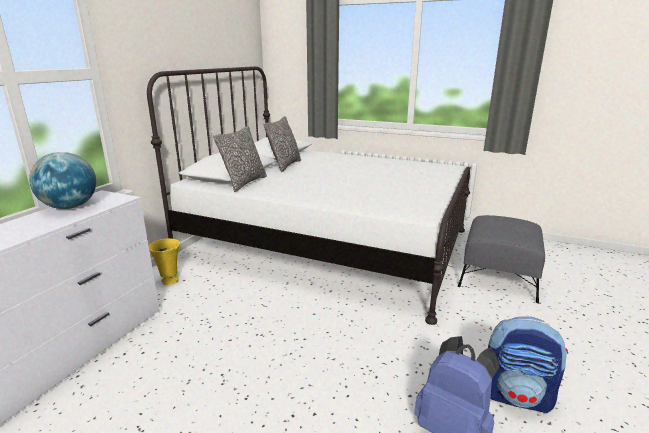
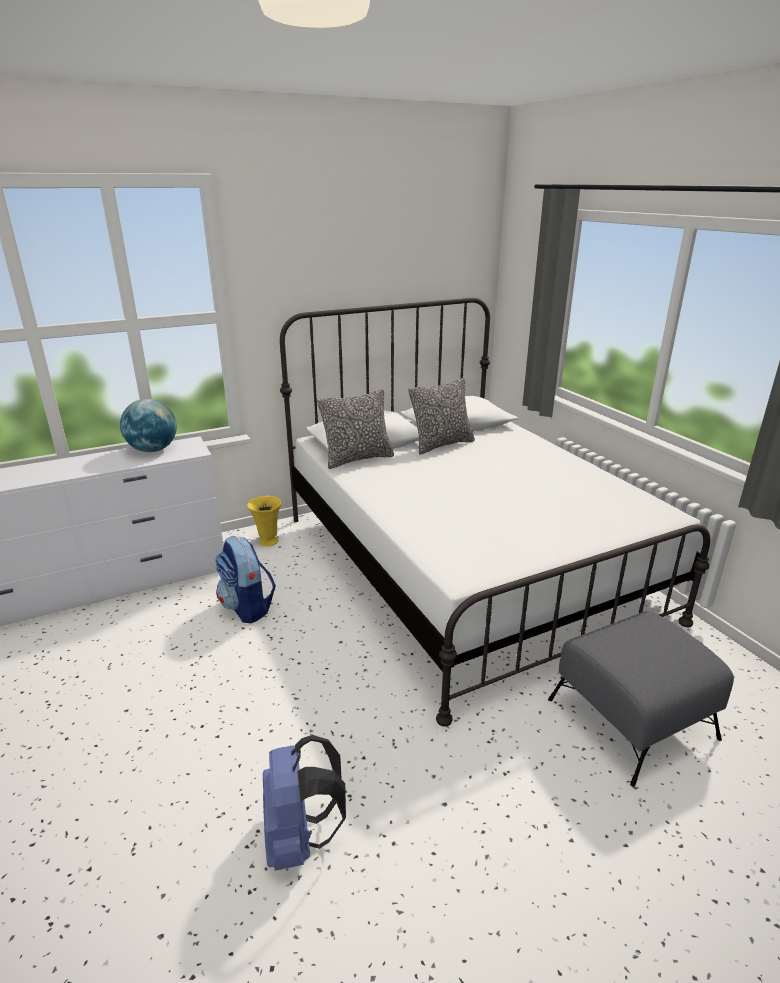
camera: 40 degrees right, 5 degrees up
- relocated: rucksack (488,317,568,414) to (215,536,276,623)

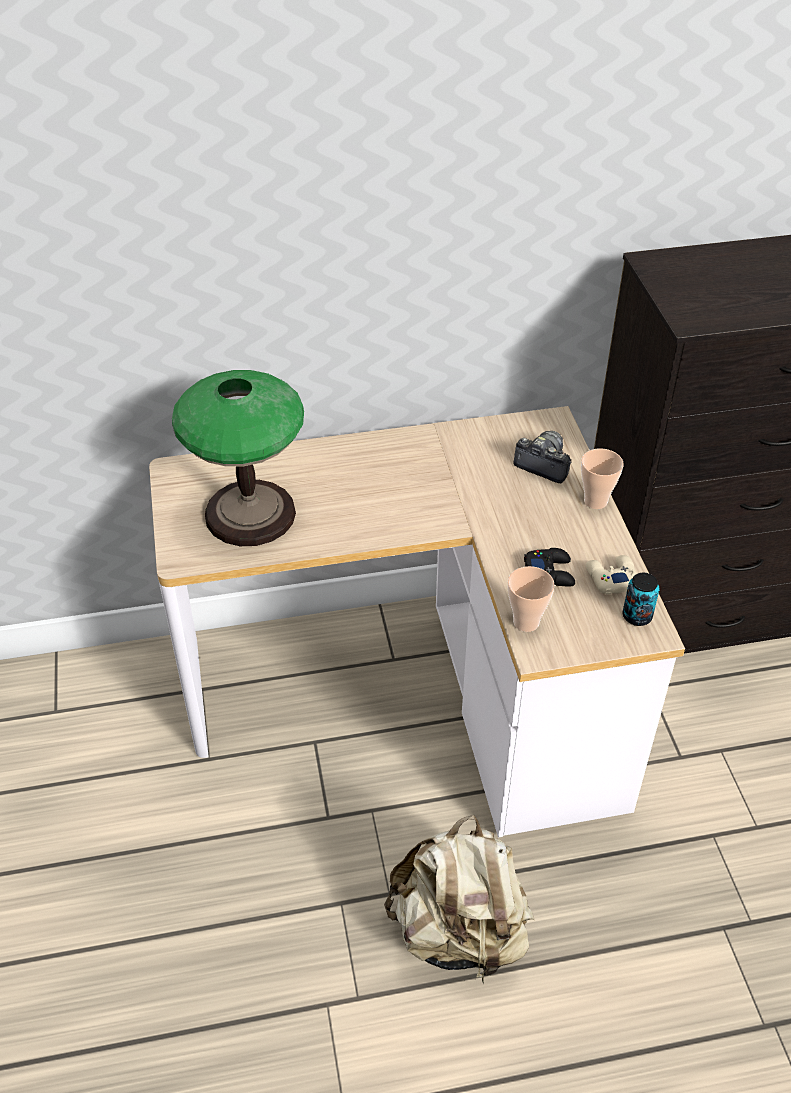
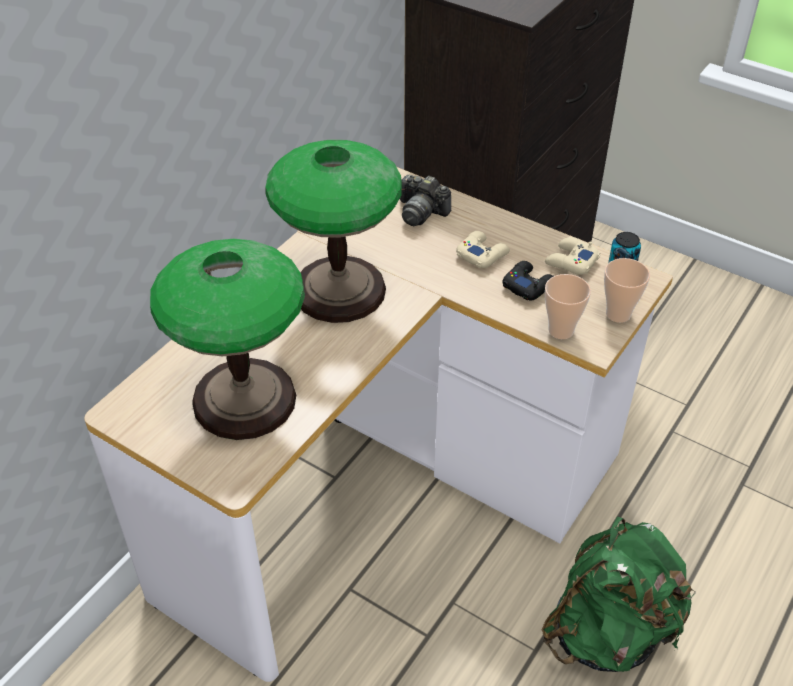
camera: 45 degrees left, 0 degrees up
- appeared: table lamp (265,140,402,323)
- spun: photo camera (513,431,572,483) = (400,175,451,226) 135 degrees counterclockwise
- appeared: beige-coloured gamepad (456,231,510,268)
- colour: beige-coloured rucksack (384,815,534,984) to green-coloured rucksack (542,516,696,672)
- relocated: cup (581,448,624,509) to (604,258,650,323)

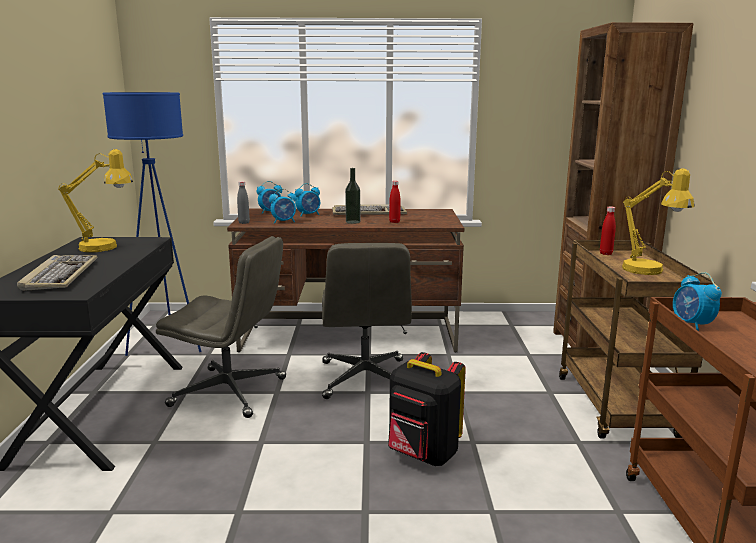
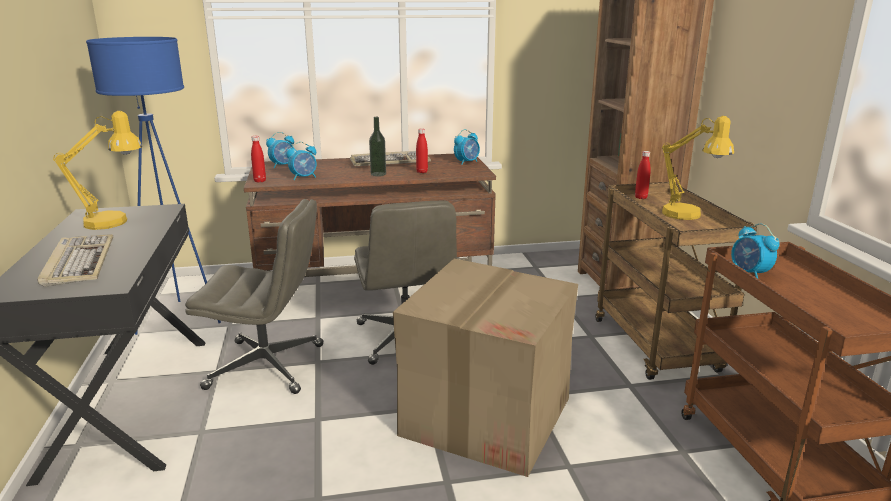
camera: 10 degrees left, 5 degrees up
- colour: grey drink bottle (237,181,250,224) to red-coloured drink bottle (251,136,266,183)
- exchanged: black rucksack (388,352,466,466) to packing box (393,259,578,477)
- relocated: table clock (295,183,320,216) to (454,129,480,165)

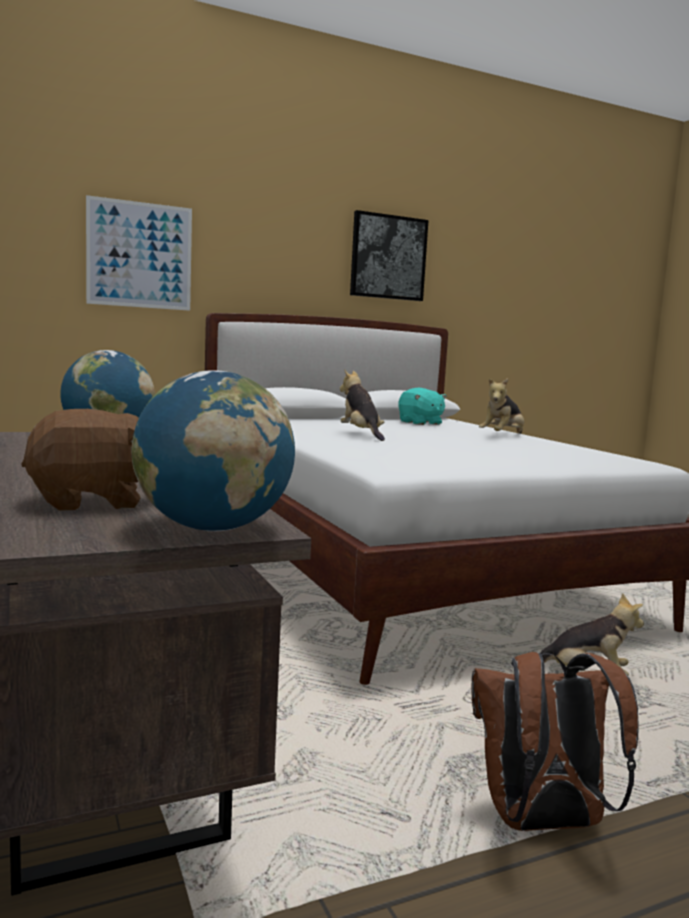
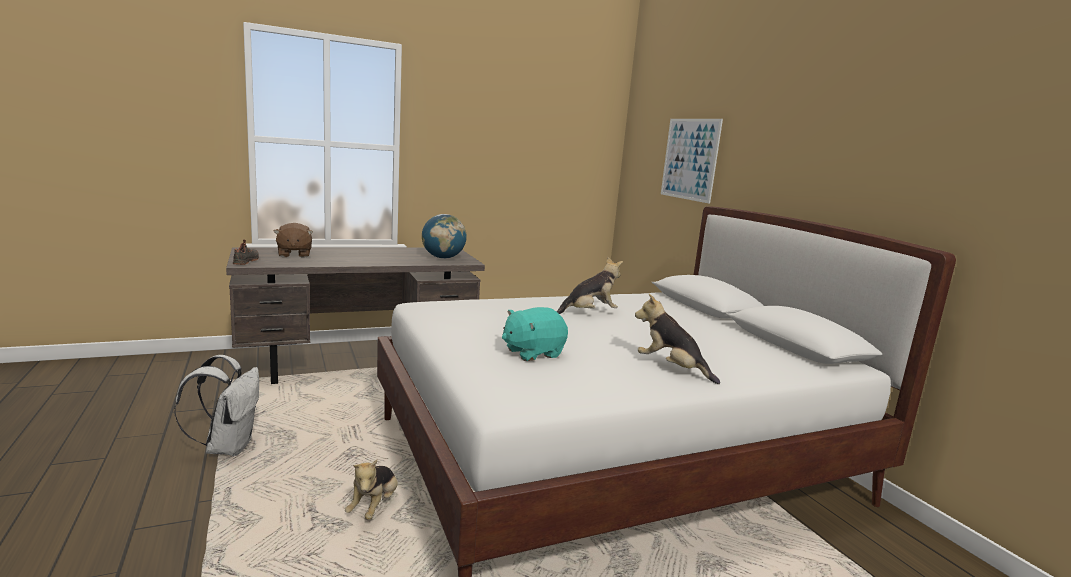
camera: 90 degrees right, 5 degrees up
- colour: brownish rucksack (472,652,639,831) to white-coloured rucksack (174,355,259,456)
- exchanged: desk globe (131,370,295,531) to black low shoe (233,239,259,265)
- relocated: turquoise-coloured cuddly toy (398,388,447,425) to (502,307,568,361)
- missing: wall picture (350,210,429,301)

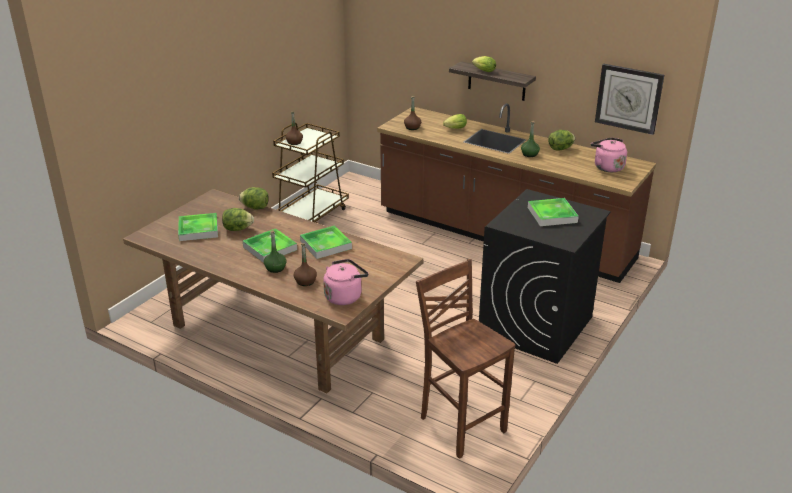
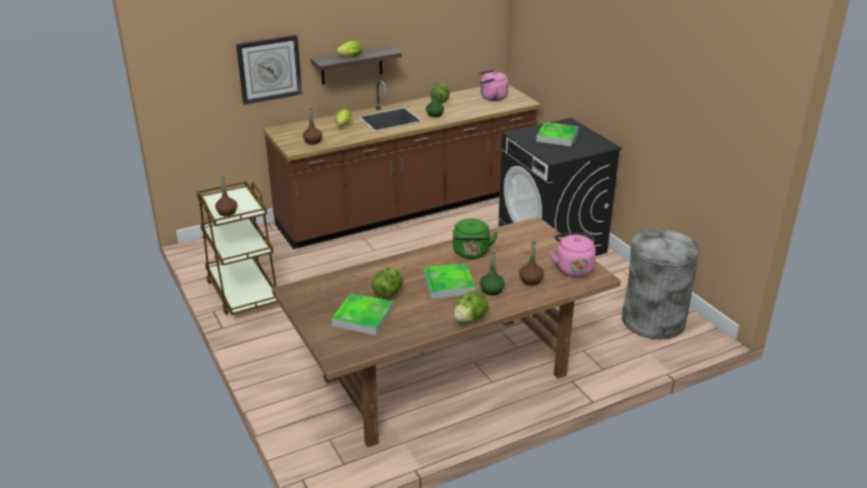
camera: 60 degrees left, 0 degrees up
- relocated: hanging clock (595,64,664,135) to (236,35,302,105)
- exchanged: serving tray (300,226,352,259) to green-coloured kettle (453,218,498,259)
- relocated: lettuce (239,187,269,209) to (454,291,489,322)
- exchanged: brownish sitting stool (416,259,515,459) to grey rubbish bin (622,229,700,339)

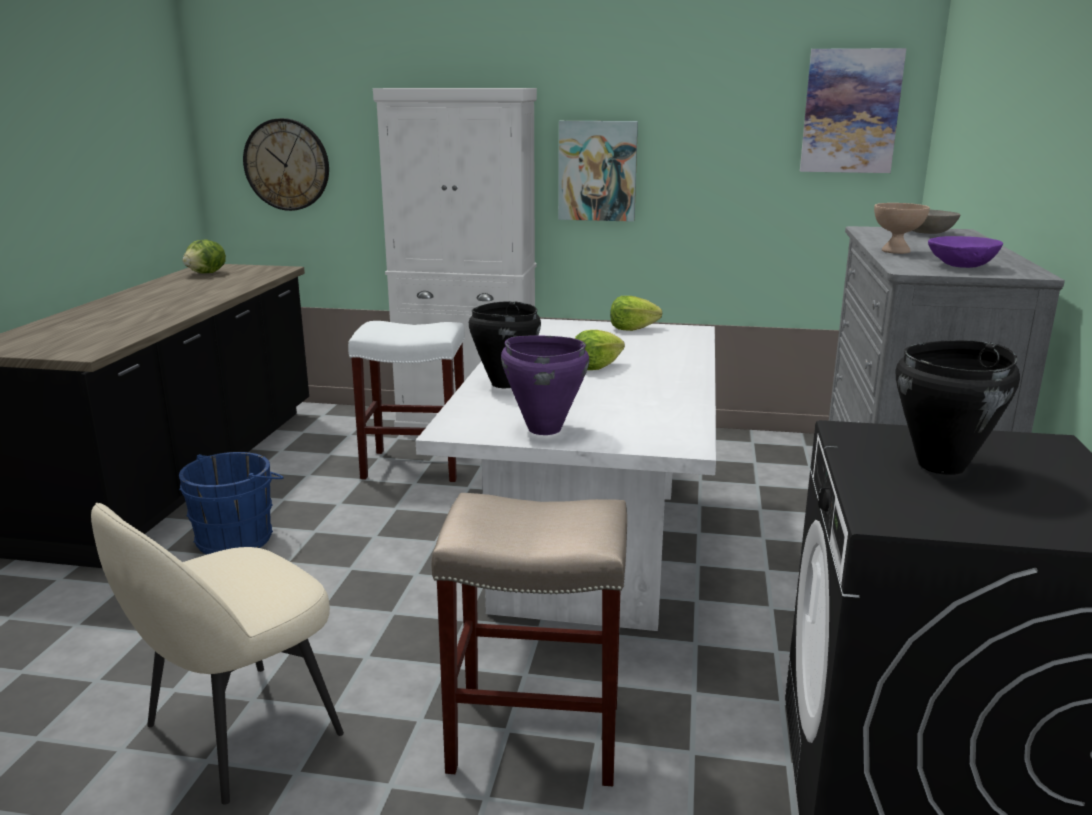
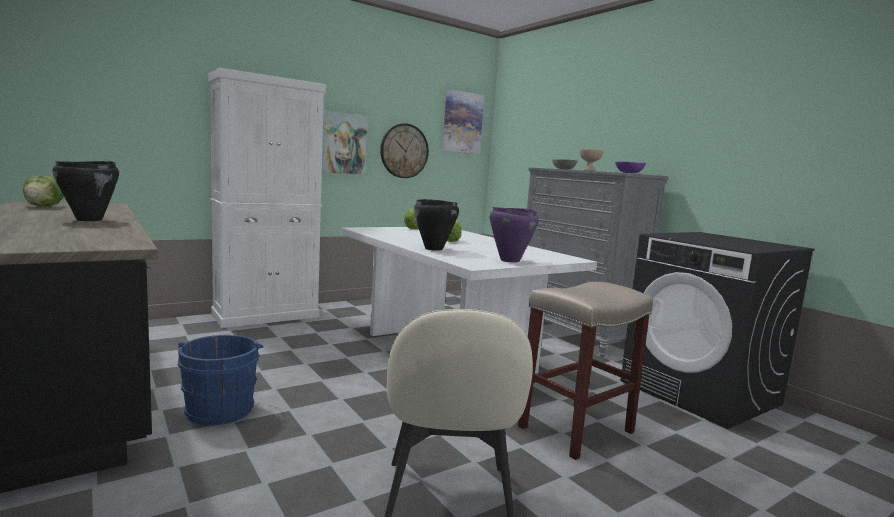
camera: 45 degrees left, 10 degrees down
- relocated: black stockpot (896,340,1020,475) to (52,161,119,221)
- relocated: hanging clock (243,118,329,211) to (380,123,429,178)
- missing: white-coloured sitting stool (348,321,465,482)

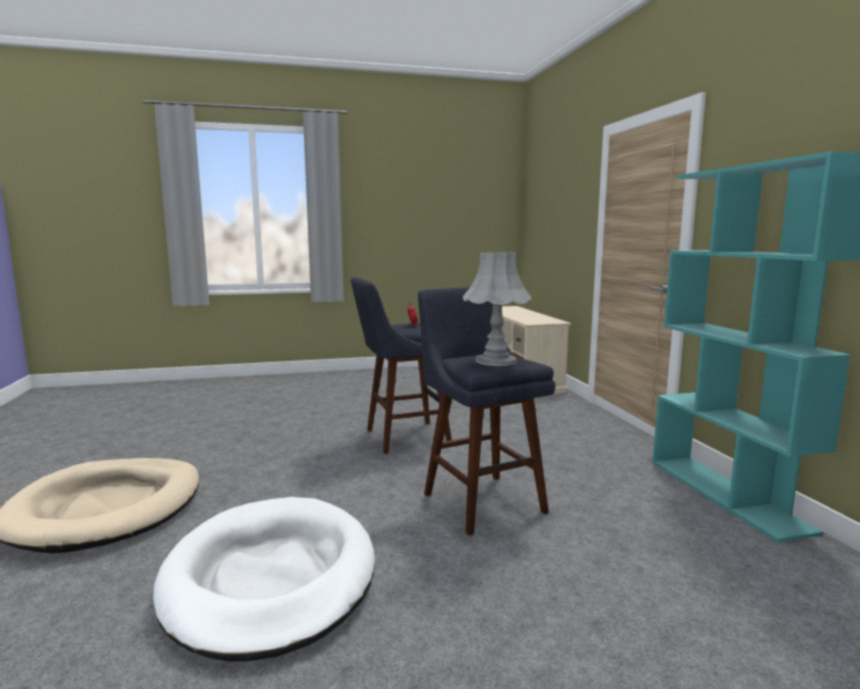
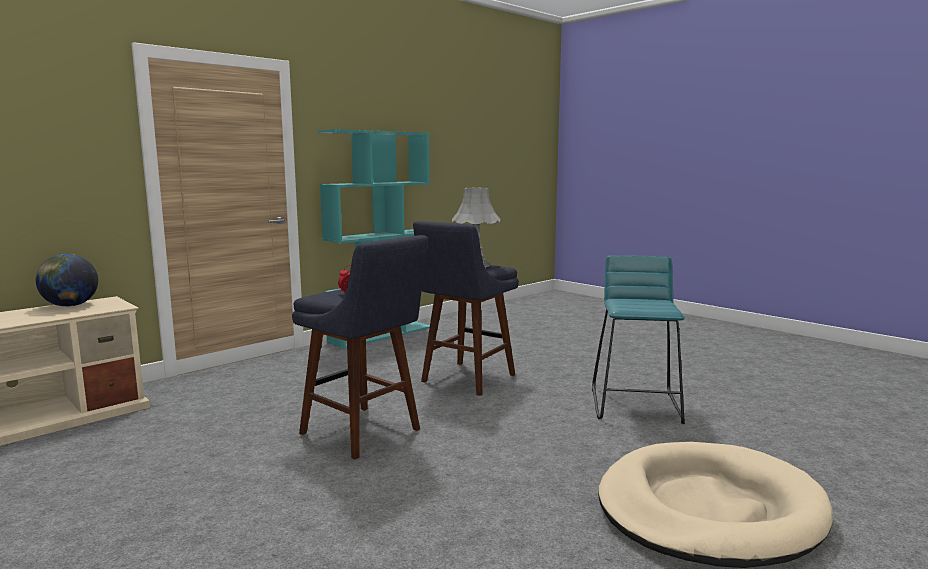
camera: 120 degrees left, 0 degrees up
- appeared: desk globe (36,254,98,307)
- exchanged: white-coloured pet bed (153,497,375,662) to turquoise-coloured sitting stool (592,255,685,424)

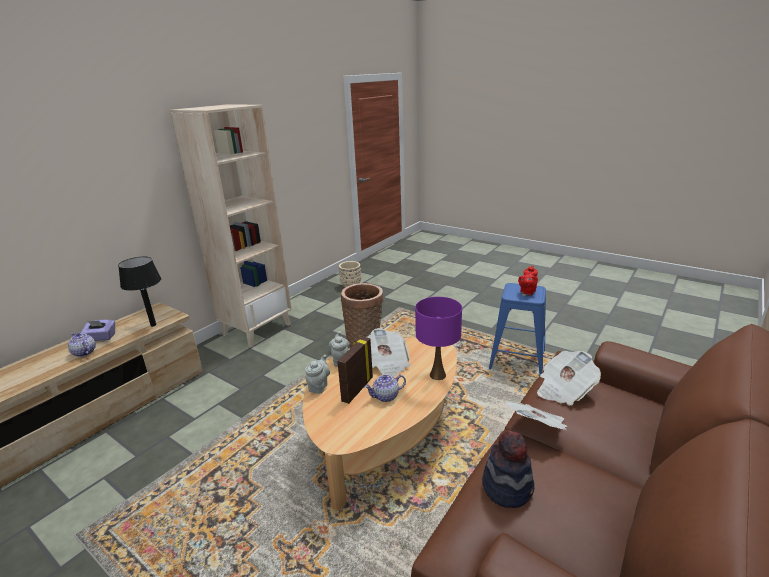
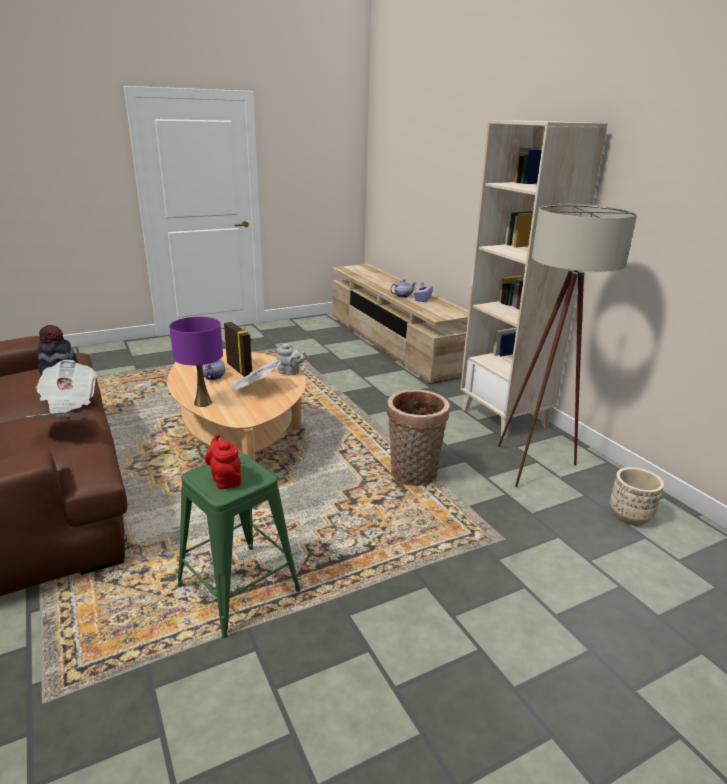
camera: 115 degrees right, 0 degrees up
- colour: blue-coloured sitting stool (489,283,546,375) to green-coloured sitting stool (178,452,300,638)
- appeared: beige-coloured floor lamp (498,204,637,487)
- missing: black table lamp (118,257,161,327)
- missing: grey teapot (305,355,330,394)

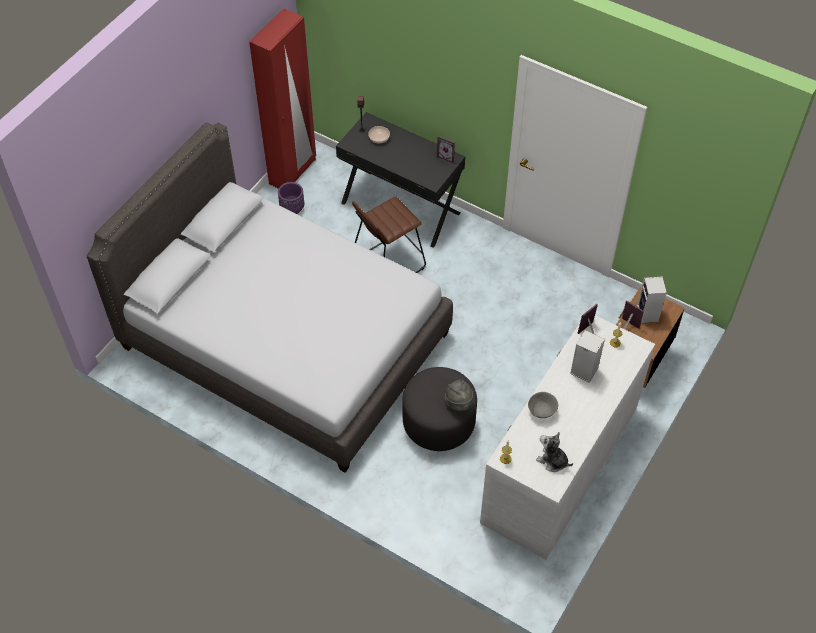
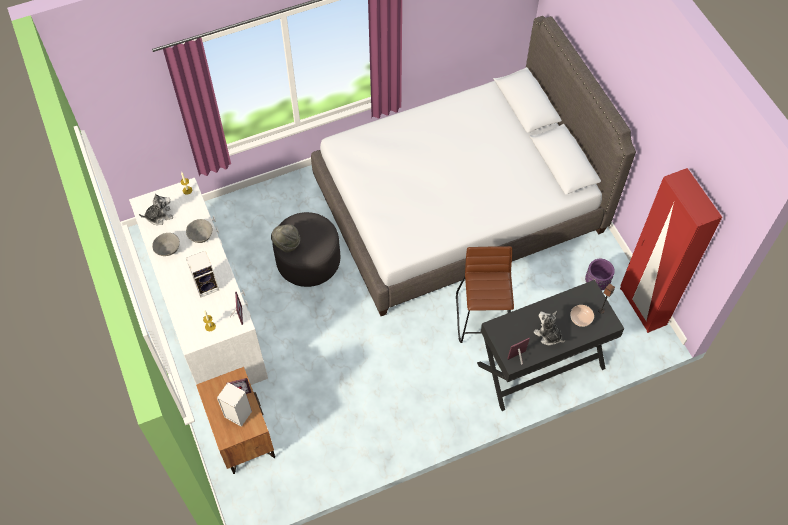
camera: 125 degrees right, 5 degrees up
- appeared: grey deep dish (152,233,180,256)
- appeared: cuddly toy (533,311,565,345)

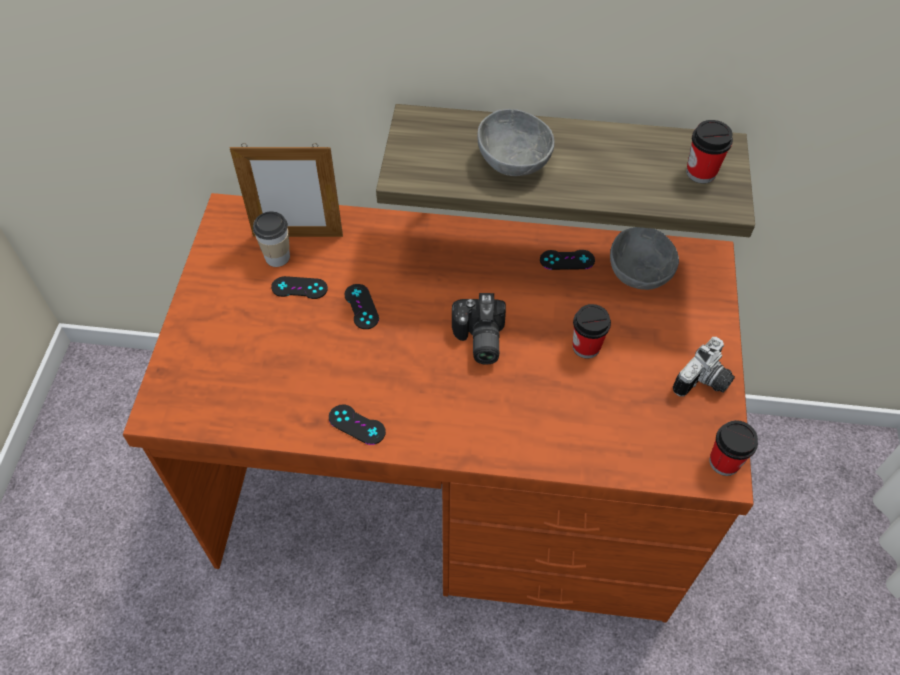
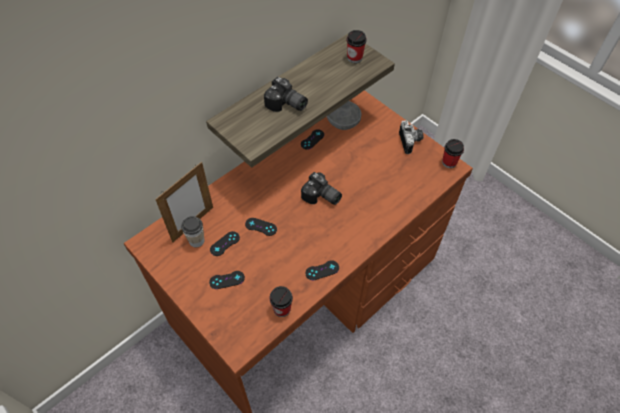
camera: 50 degrees left, 0 degrees up
- appeared: black gamepad (209,271,245,289)
- exchanged: grey deep dish (478,109,555,176) to photo camera (264,77,308,112)
- relocated: cup (573,304,611,358) to (270,286,293,317)

